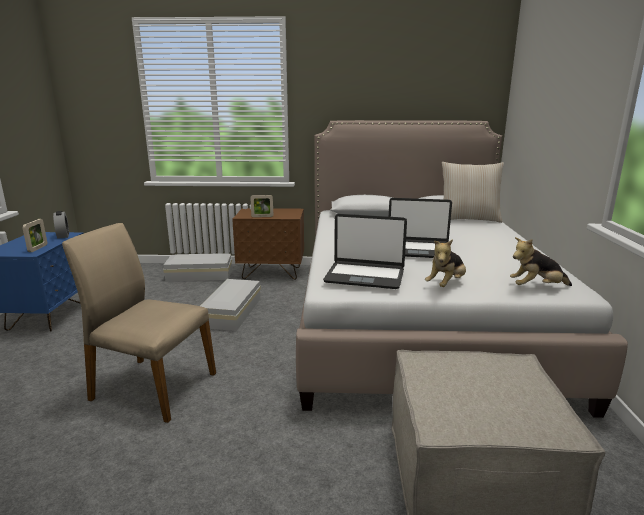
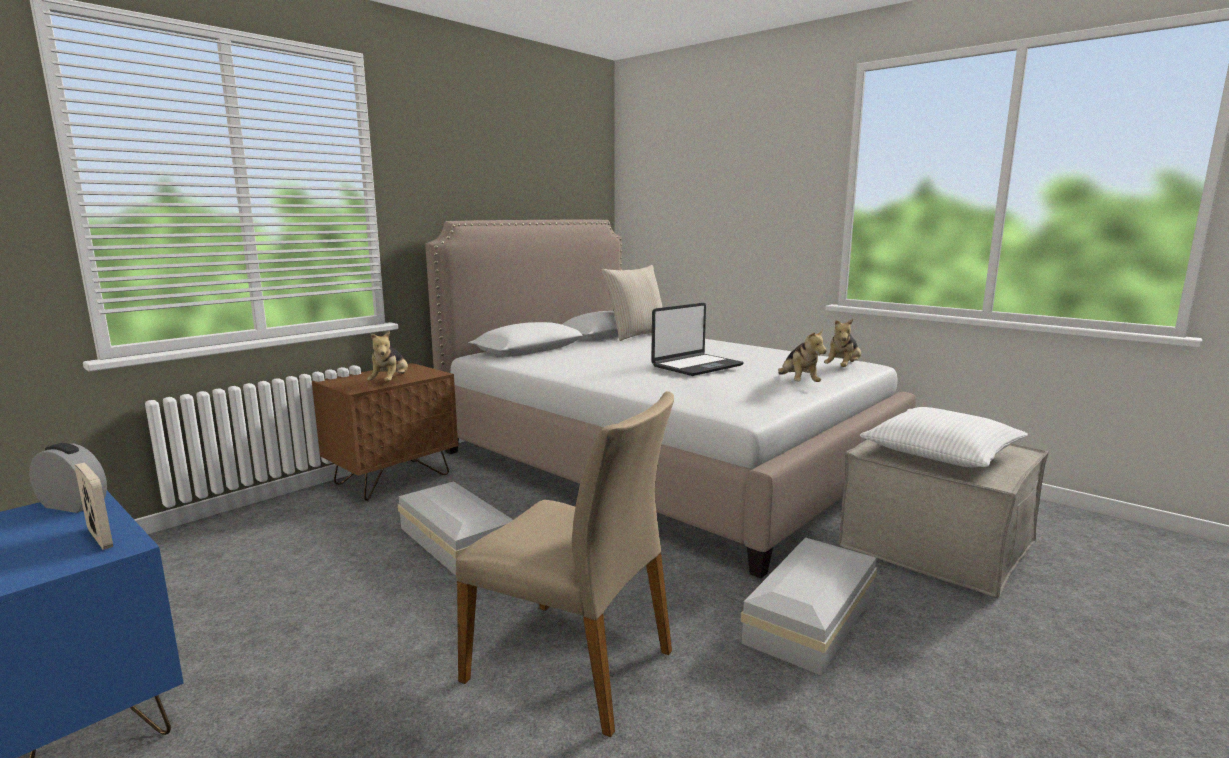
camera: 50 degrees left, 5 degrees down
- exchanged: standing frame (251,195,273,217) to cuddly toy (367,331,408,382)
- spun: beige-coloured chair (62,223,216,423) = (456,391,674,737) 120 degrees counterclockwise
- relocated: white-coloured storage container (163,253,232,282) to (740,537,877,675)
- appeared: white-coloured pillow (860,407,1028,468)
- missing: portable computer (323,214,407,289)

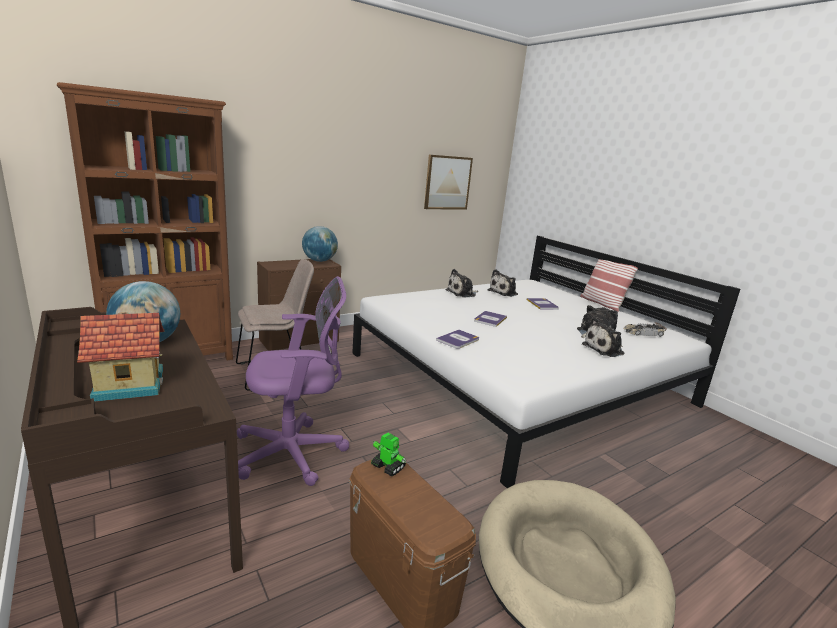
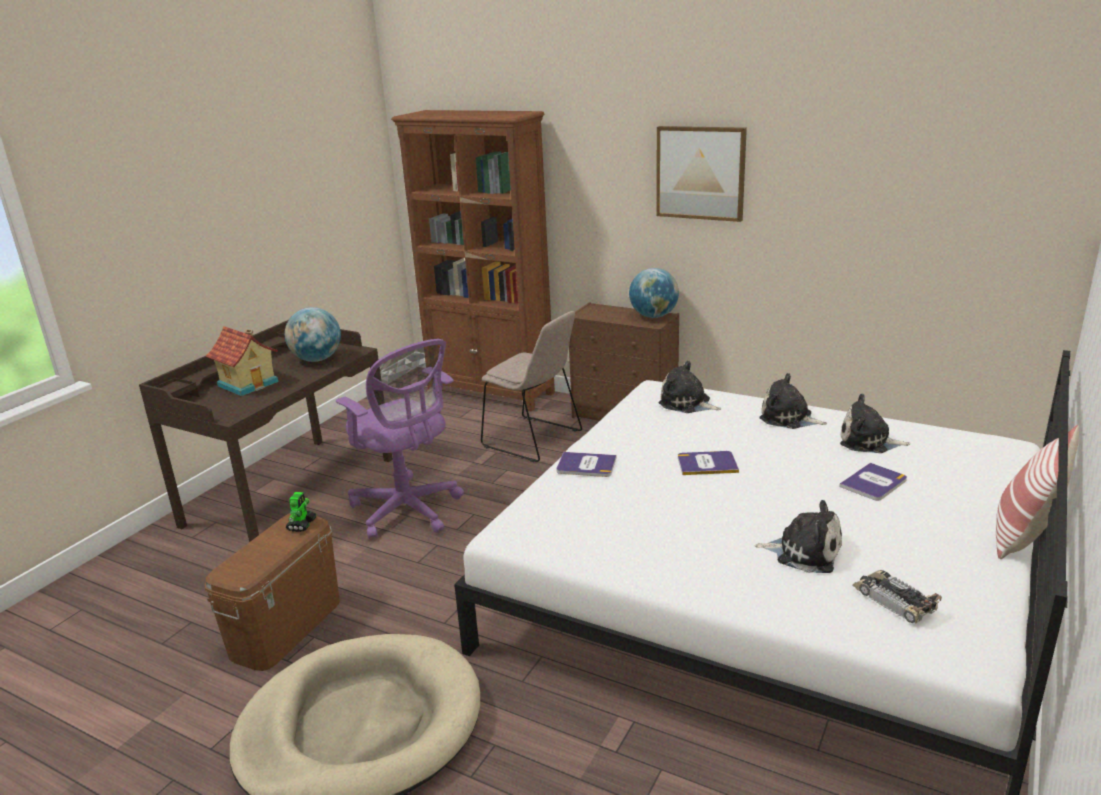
camera: 65 degrees right, 5 degrees up
- relocated: wall picture (424,155,473,209) to (656,126,747,222)
- relocated: cuddly toy (582,317,624,357) to (659,361,721,413)

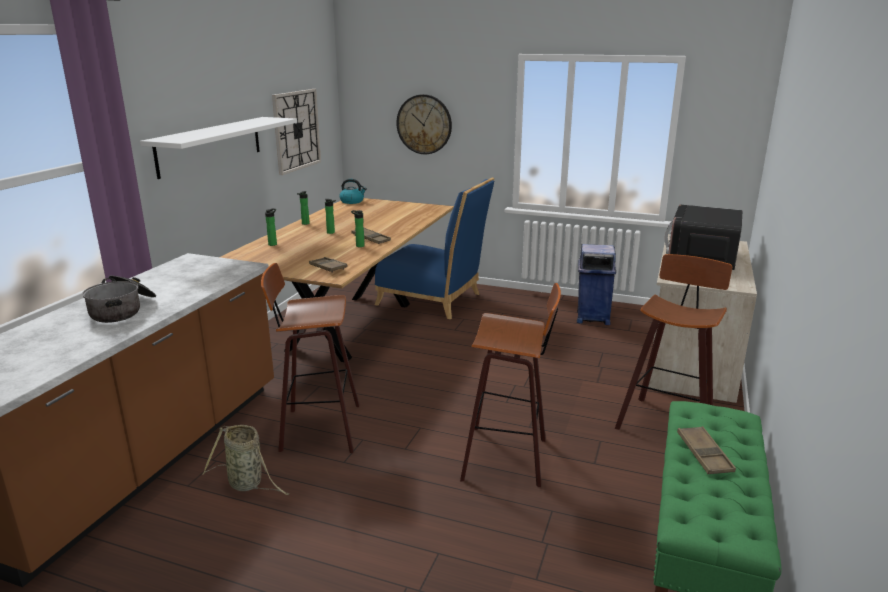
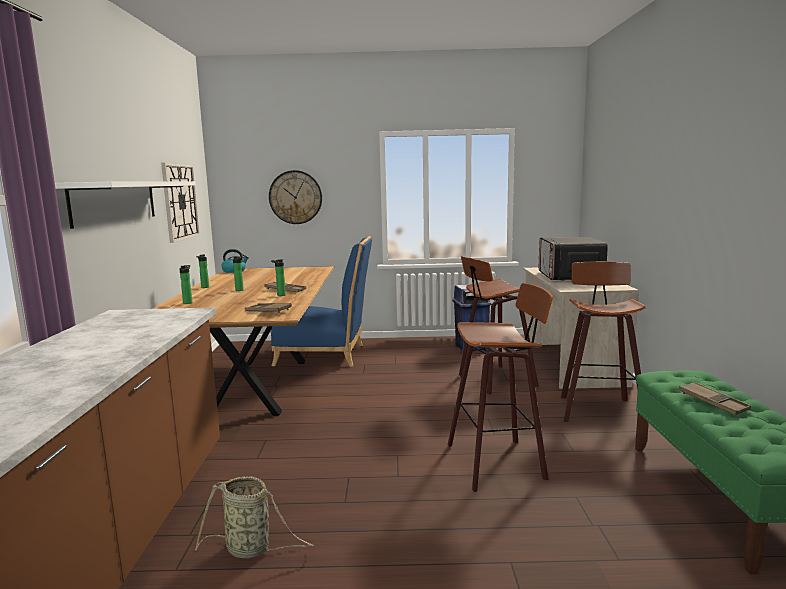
camera: 20 degrees left, 10 degrees down
- relocated: sitting stool (261,263,359,453) to (459,256,539,394)
- missing: stockpot (82,275,156,323)

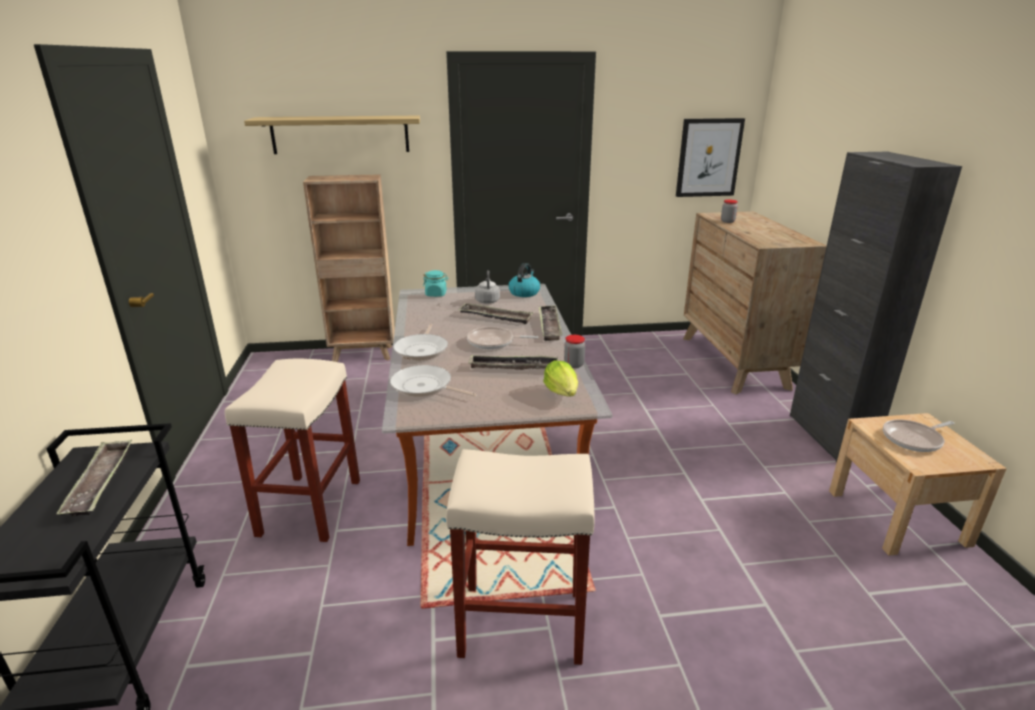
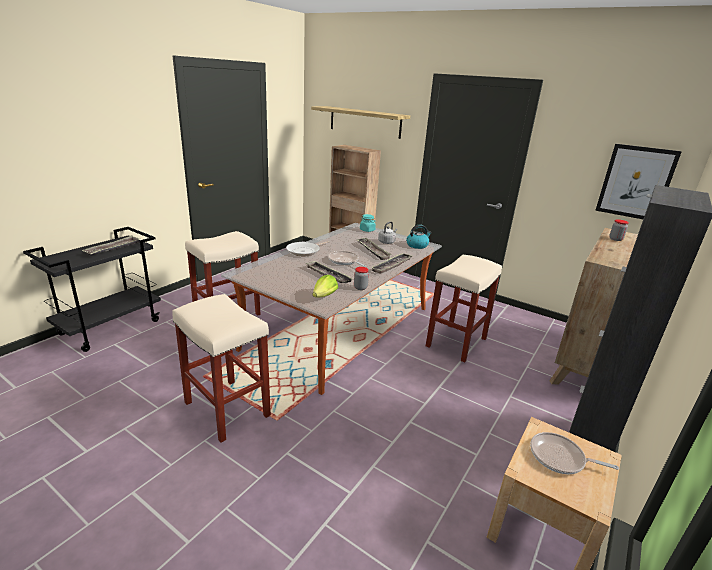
camera: 40 degrees right, 0 degrees up
- appeared: beige-coloured sitting stool (426,255,502,363)
- missing: skillet (390,365,477,397)

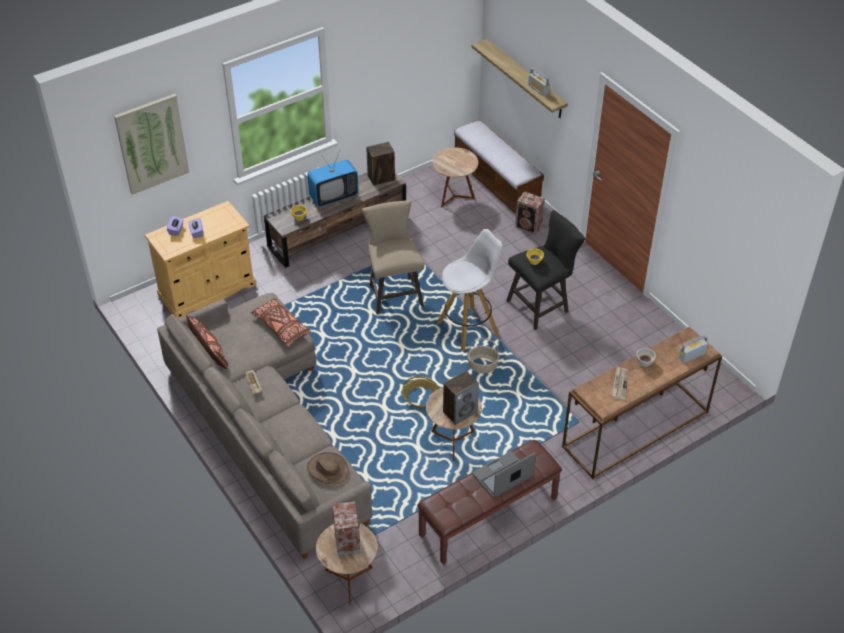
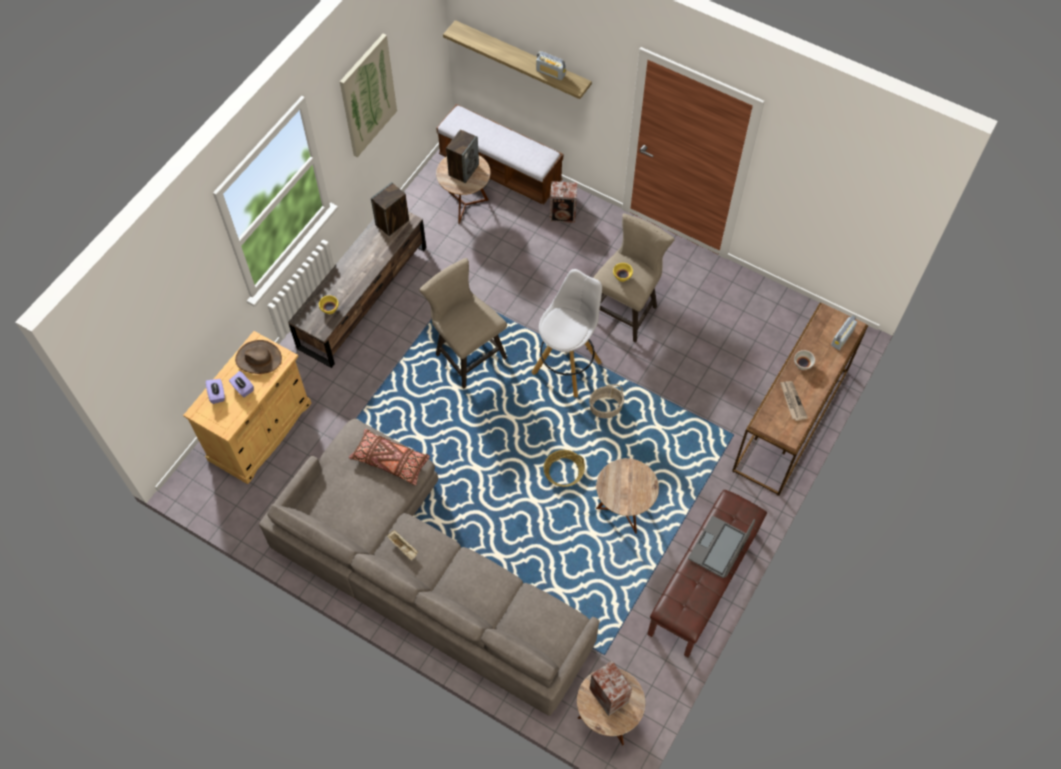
camera: 25 degrees left, 15 degrees up
- relocated: brownish wearable hat (307,452,349,484) to (235,340,282,374)
- relocated: wall picture (114,94,189,195) to (340,34,397,157)
- relocated: speaker (443,371,479,425) to (446,129,479,183)
- colour: black sitting stool (506,210,585,330) to beige-coloured sitting stool (593,213,675,343)
- missing: brownish pillow (186,315,228,369)
- missing: television (307,150,359,207)

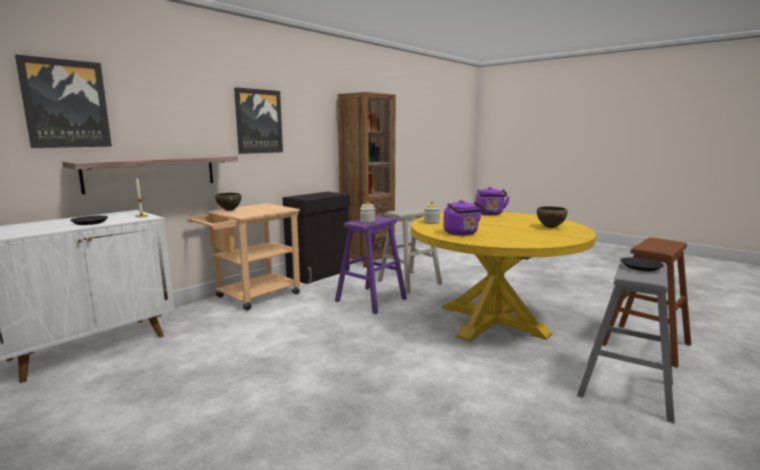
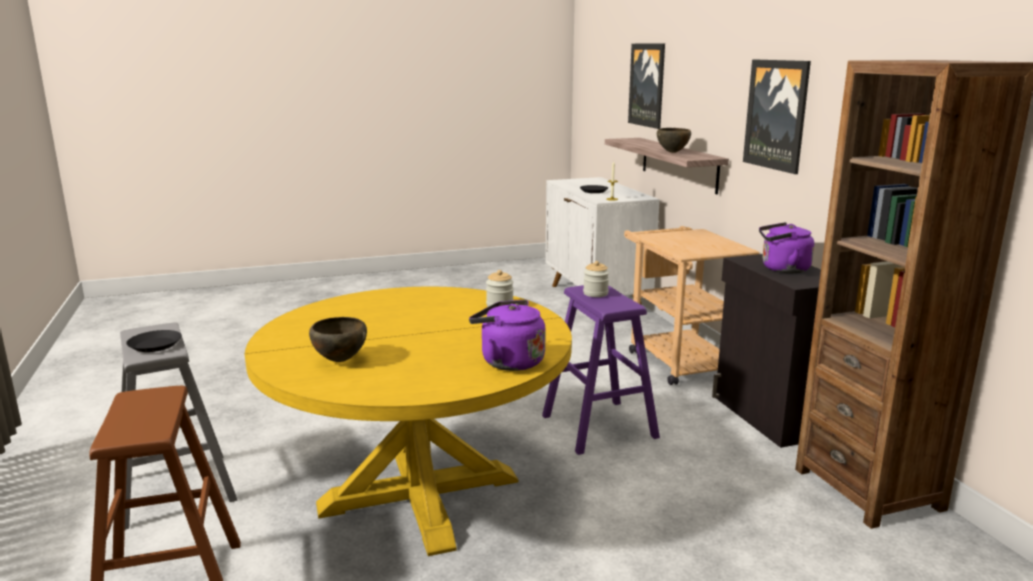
camera: 120 degrees right, 5 degrees up
- relocated: brownish deep dish (215,193,241,211) to (657,128,691,153)
- relocated: purple-coloured kettle (443,200,486,235) to (759,222,814,273)
- missing: beige-coloured sitting stool (378,208,442,294)

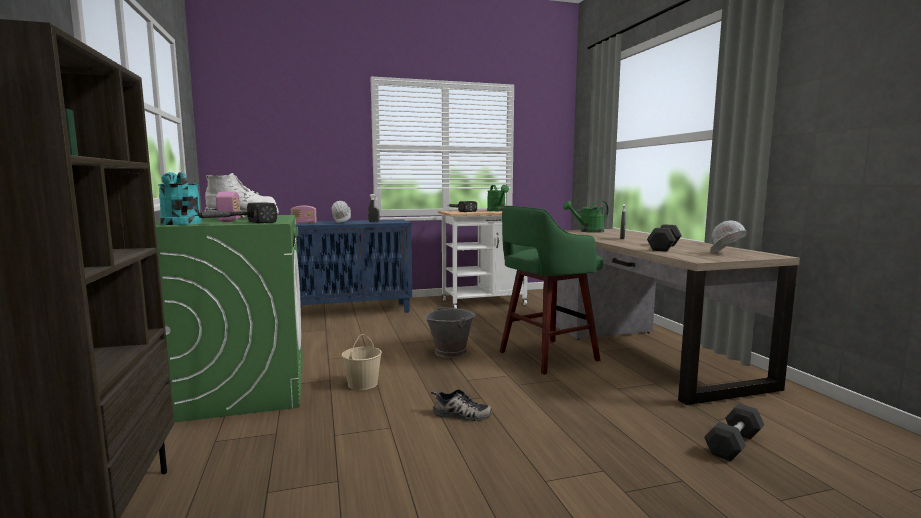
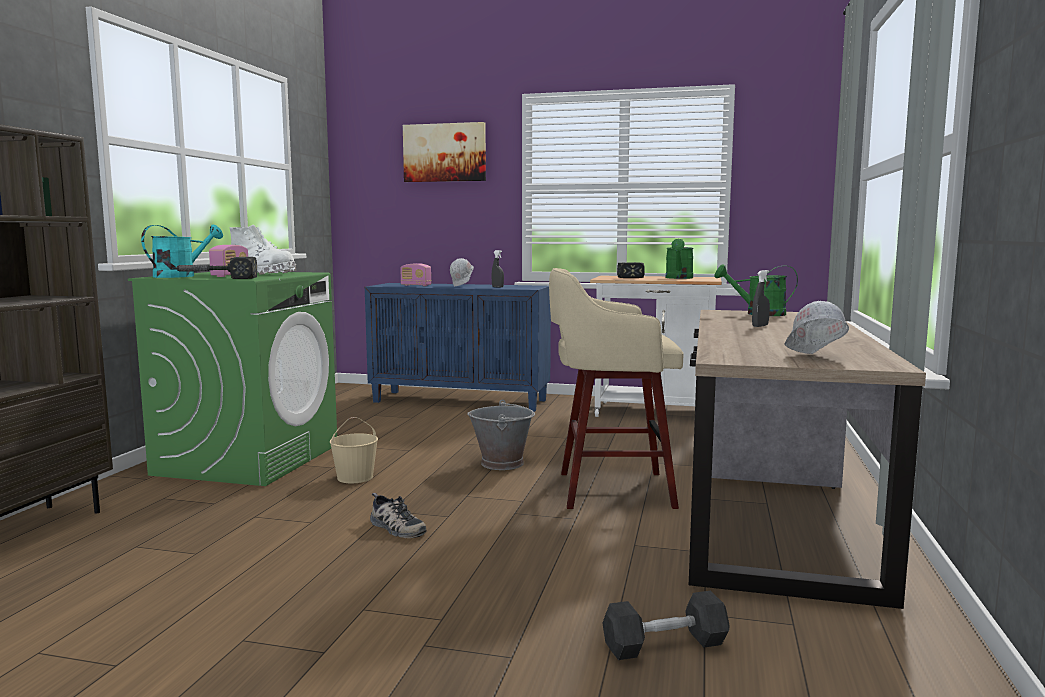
camera: 30 degrees right, 0 degrees up
- spun: turquoise-coloured sprinkling can (158,172,202,225) = (141,225,223,278) 45 degrees clockwise
- appeared: wall picture (403,122,486,182)
- colour: green-coloured sitting stool (500,206,603,375) to beige-coloured sitting stool (549,268,684,509)
- missing: black hand weight (647,224,682,252)

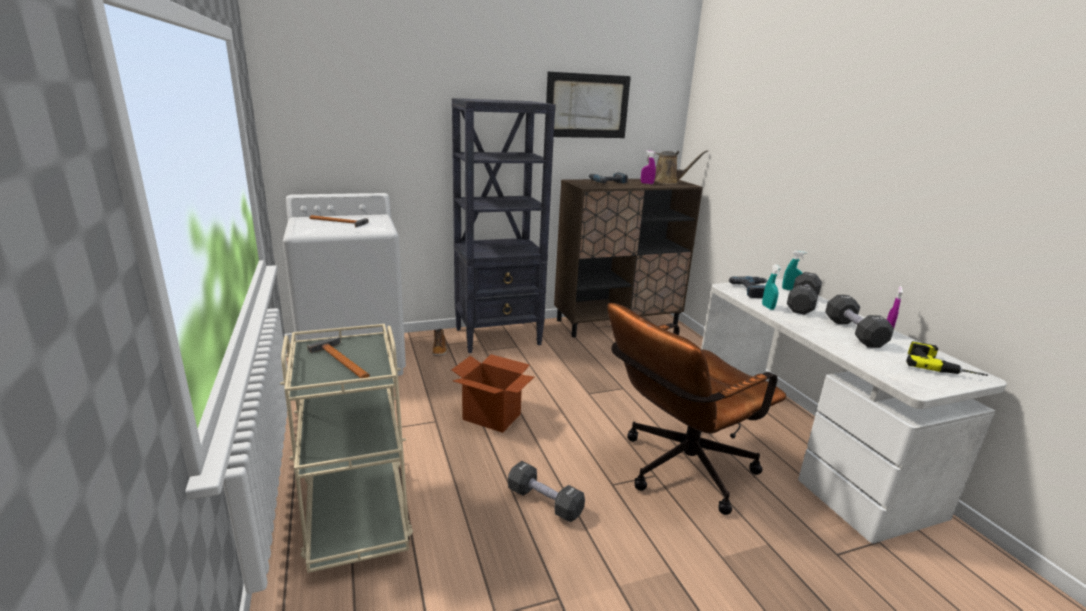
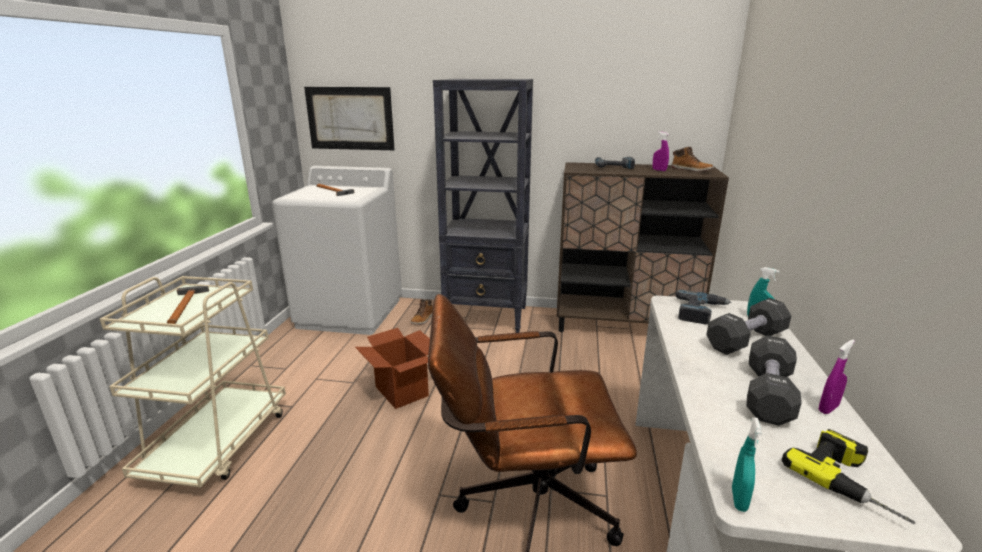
camera: 30 degrees right, 0 degrees up
- relocated: wall picture (546,72,631,138) to (304,87,395,150)
- exchanged: brownish sprinkling can (647,150,708,184) to boot (671,147,714,172)
- relocated: turquoise-coloured hand sprayer (762,264,782,310) to (732,417,762,512)
- missing: black hand weight (508,461,585,522)

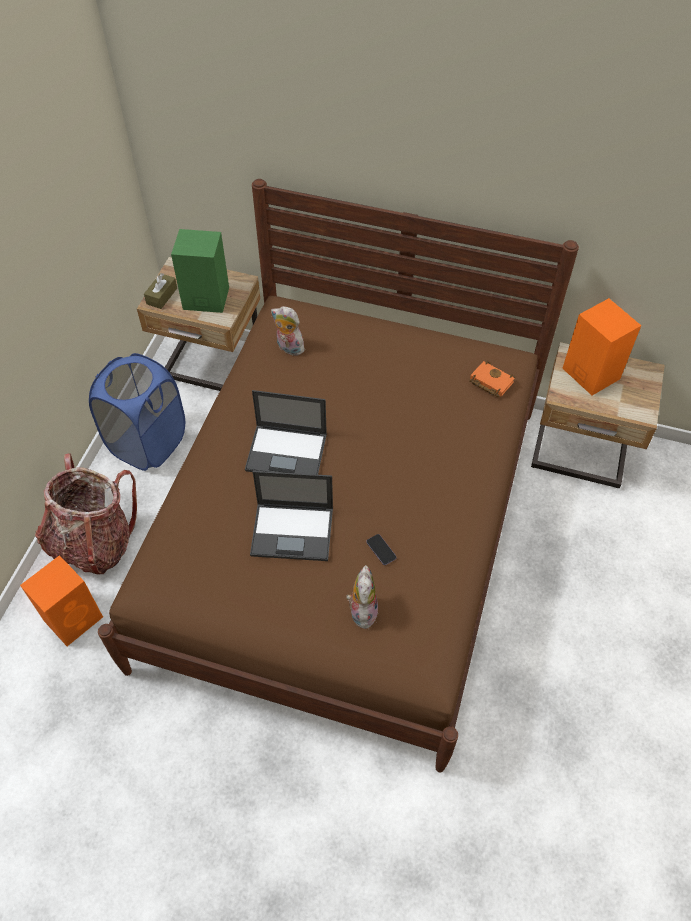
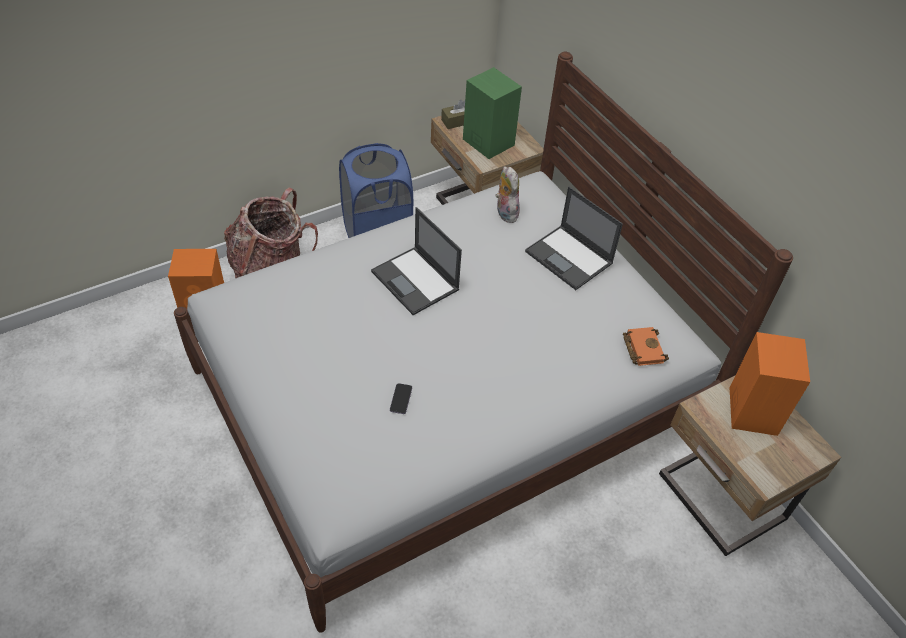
camera: 40 degrees right, 5 degrees down
- colour: brownish bed (98,179,579,773) to white-coloured bed (174,52,793,633)
- relocated: portable computer (250,471,333,561) to (525,186,623,290)
- missing: cuddly toy (346,565,378,629)

